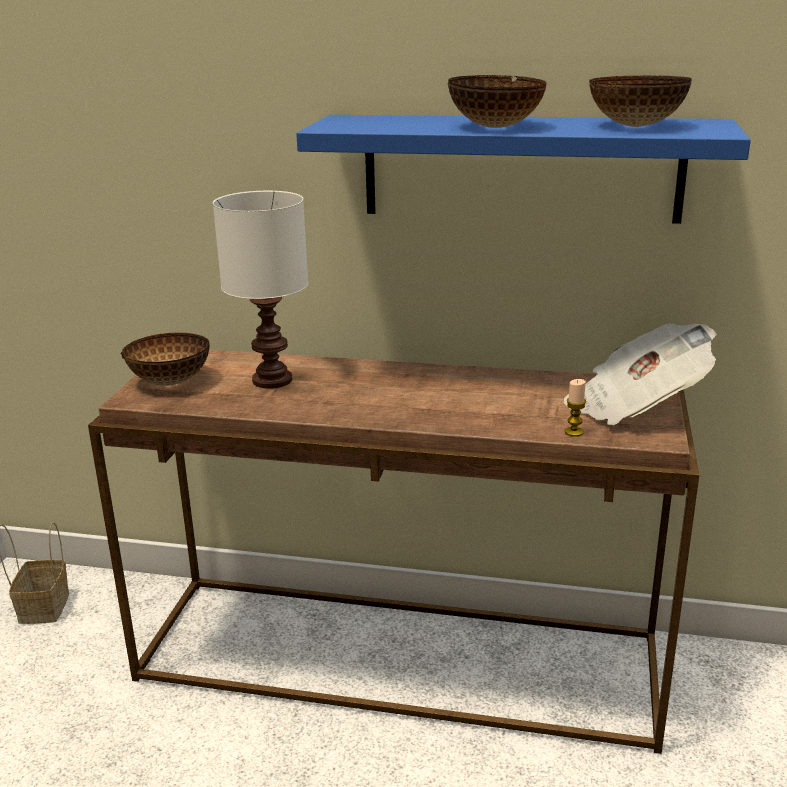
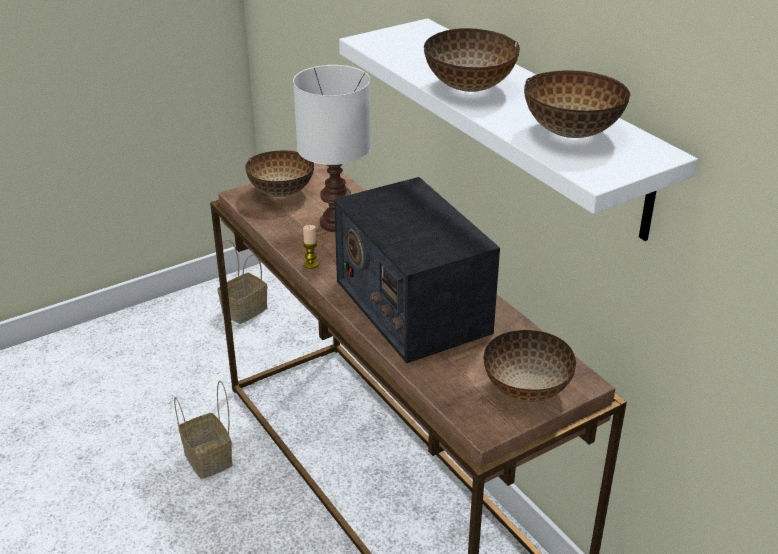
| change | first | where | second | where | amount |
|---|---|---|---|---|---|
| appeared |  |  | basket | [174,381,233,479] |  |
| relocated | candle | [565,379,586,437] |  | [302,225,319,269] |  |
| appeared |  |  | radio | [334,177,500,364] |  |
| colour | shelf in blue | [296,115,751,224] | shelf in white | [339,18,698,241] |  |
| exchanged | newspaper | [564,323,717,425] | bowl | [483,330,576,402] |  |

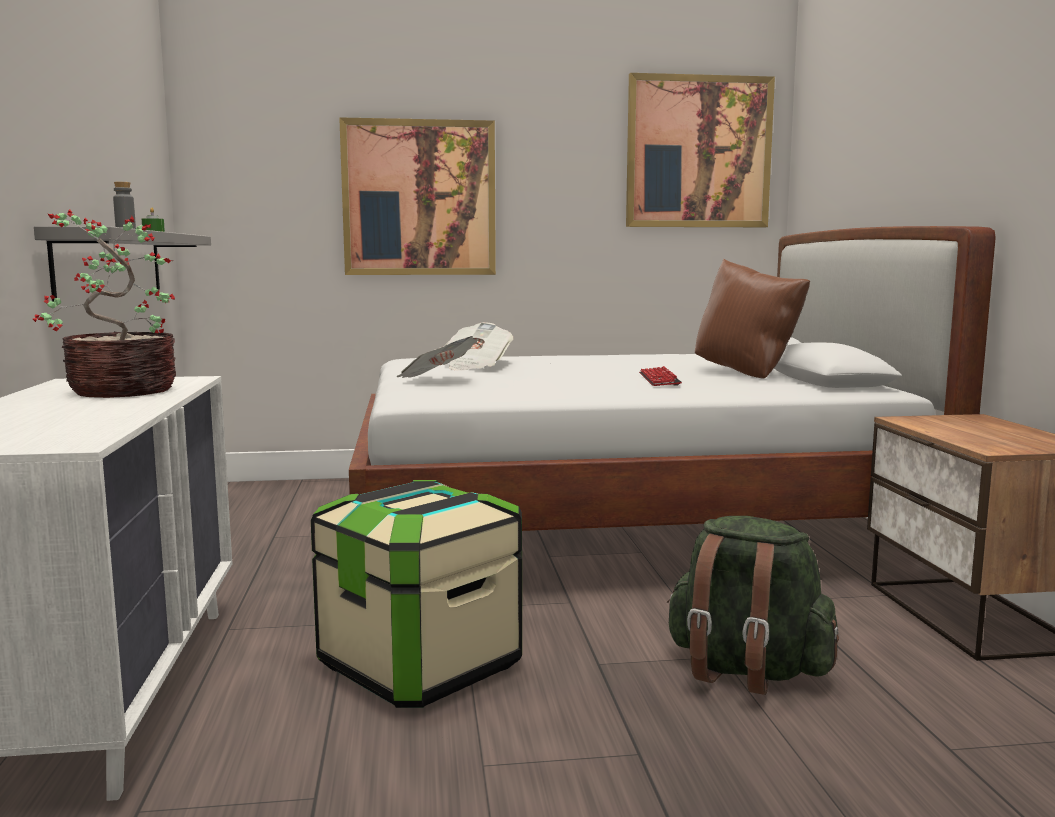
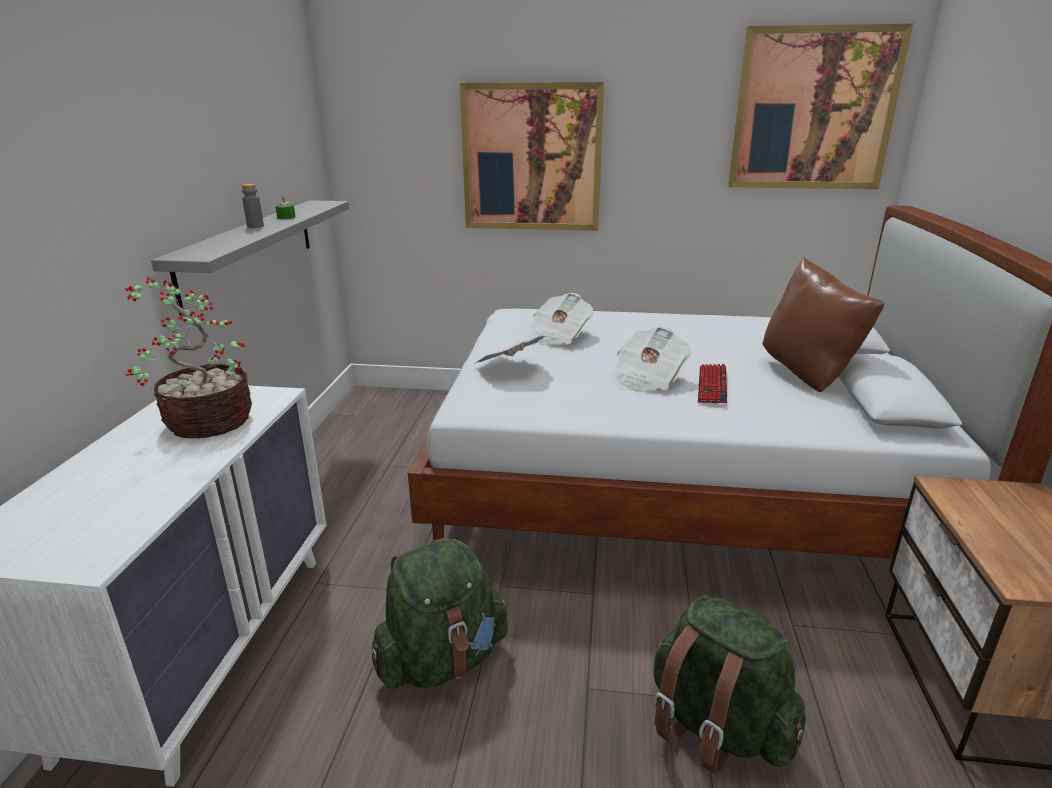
| change | first | where | second | where | amount |
|---|---|---|---|---|---|
| exchanged | storage box | [311,480,522,708] | backpack in green | [372,538,508,689] |  |
| appeared |  |  | newspaper | [616,327,691,391] |  |

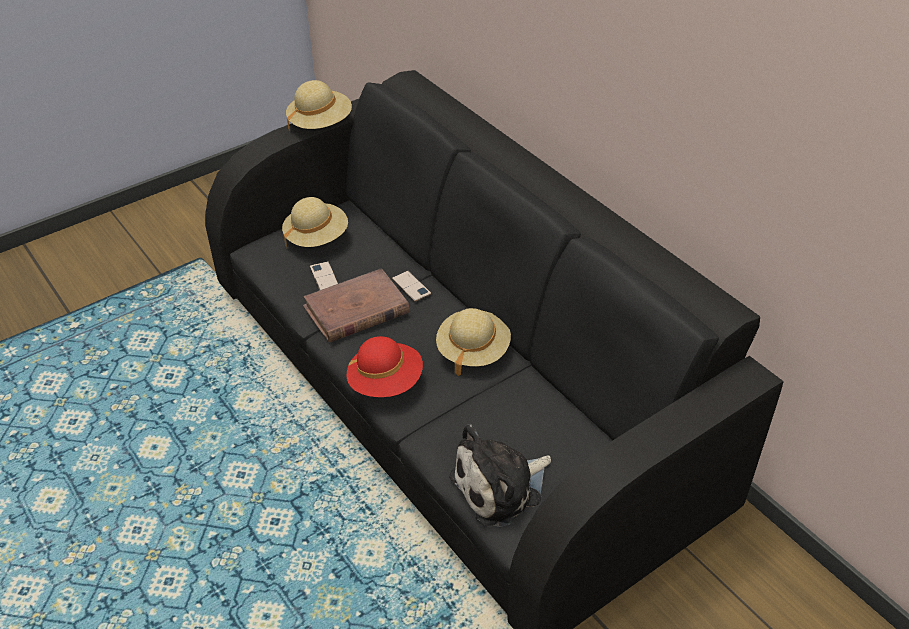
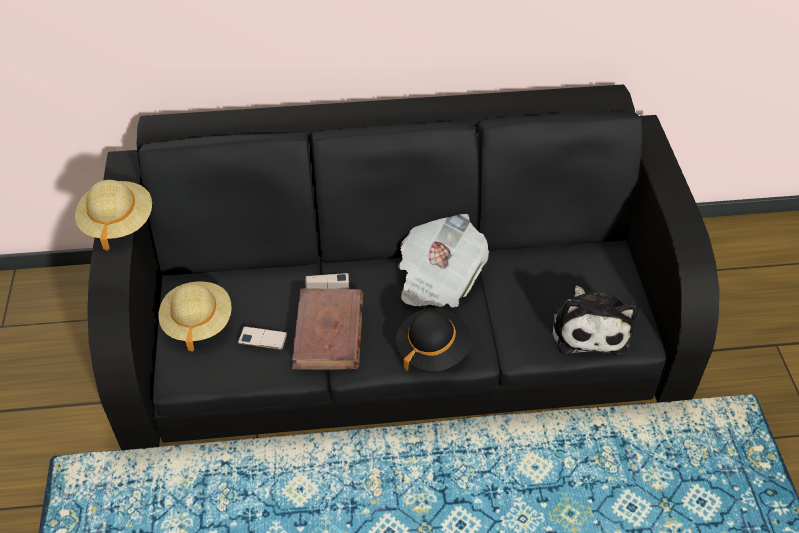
| change | first | where | second | where | amount |
|---|---|---|---|---|---|
| colour | hat in red | [347,336,423,397] | hat in black | [396,308,472,372] |  |
| exchanged | hat in beige | [436,308,511,376] | newspaper | [398,214,489,308] |  |

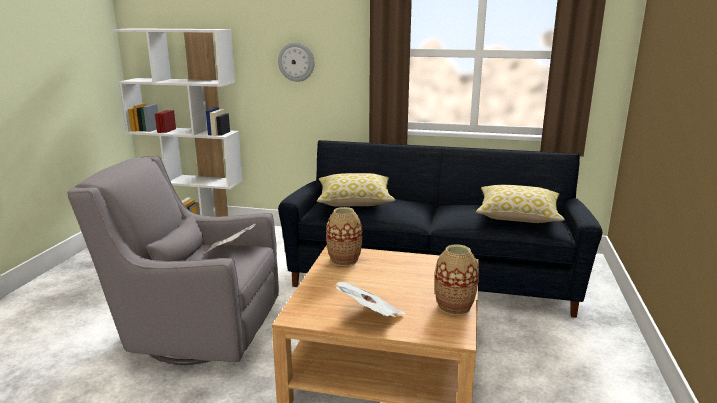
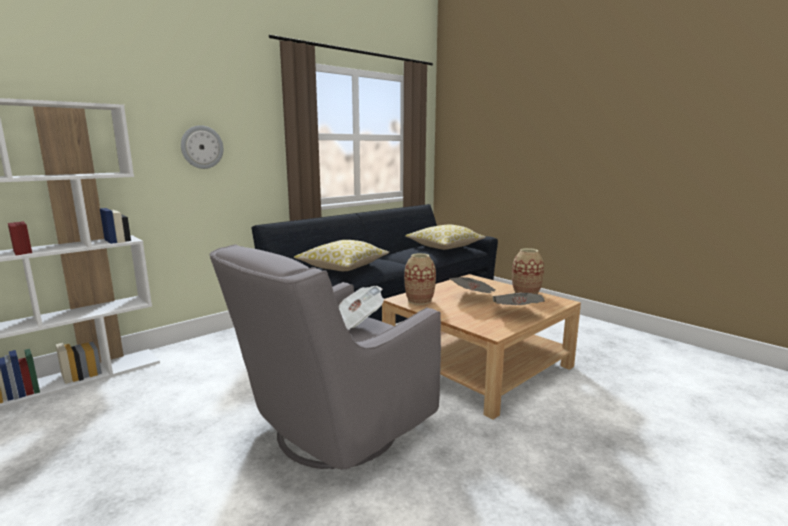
| change | first | where | second | where | amount |
|---|---|---|---|---|---|
| appeared |  |  | newspaper | [449,277,496,293] |  |

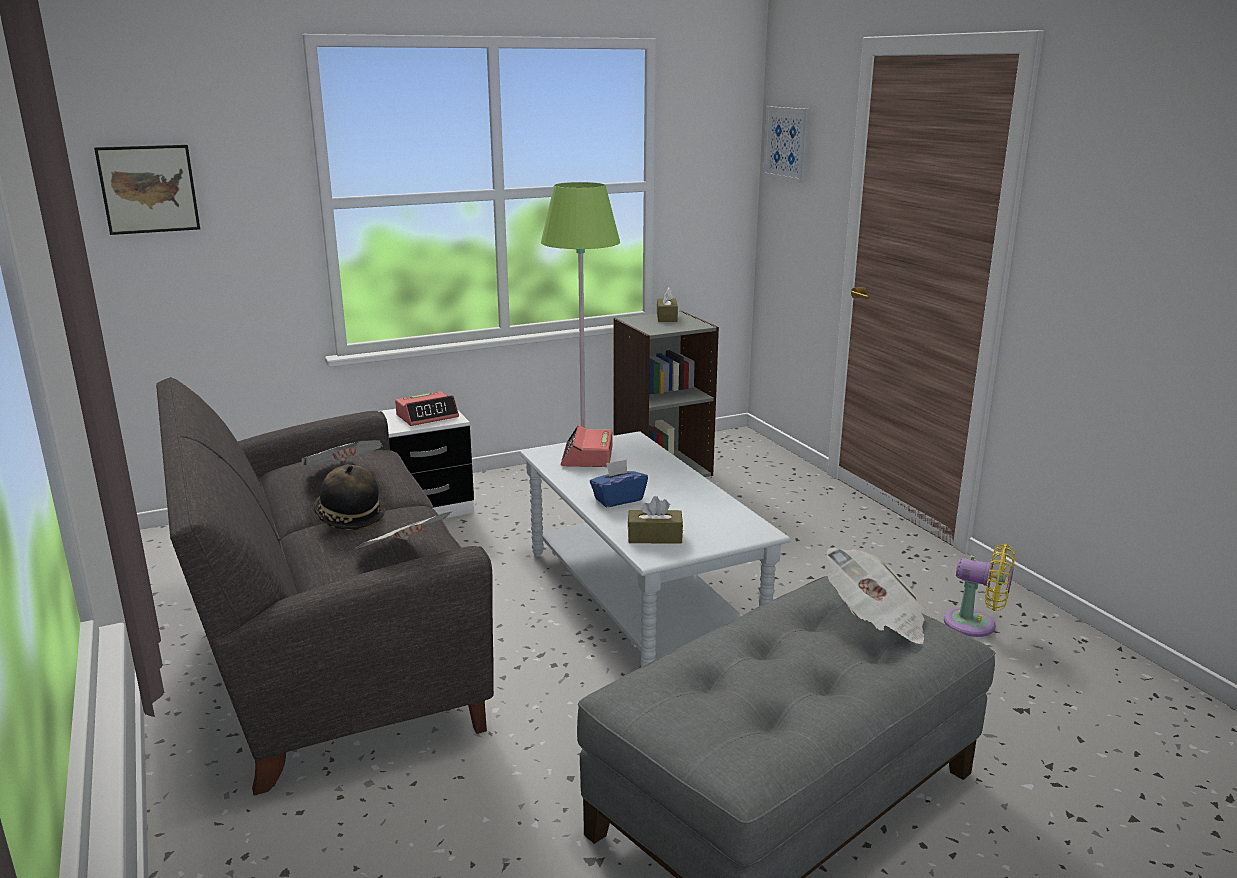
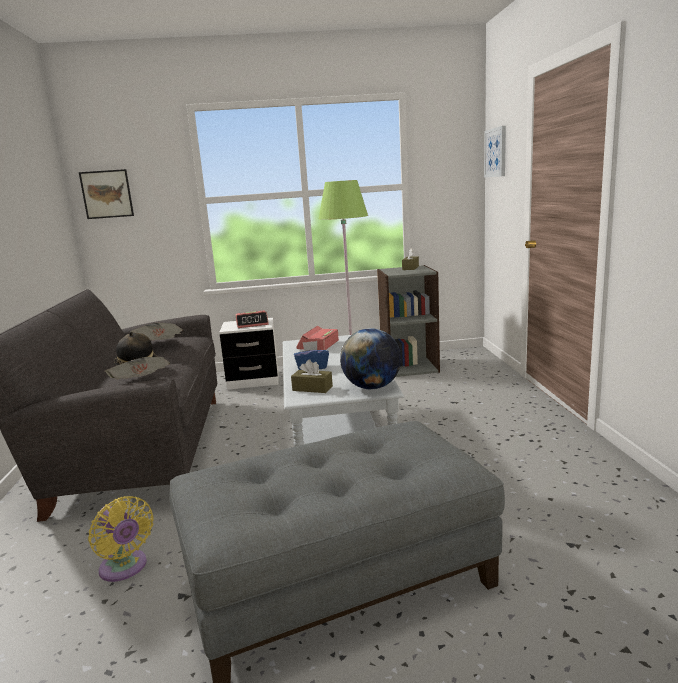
| change | first | where | second | where | amount |
|---|---|---|---|---|---|
| relocated | fan in yellow | [944,544,1015,637] |  | [88,496,153,582] |  |
| appeared |  |  | globe | [340,328,401,389] |  |
| missing | newspaper | [826,547,926,644] |  |  |  |

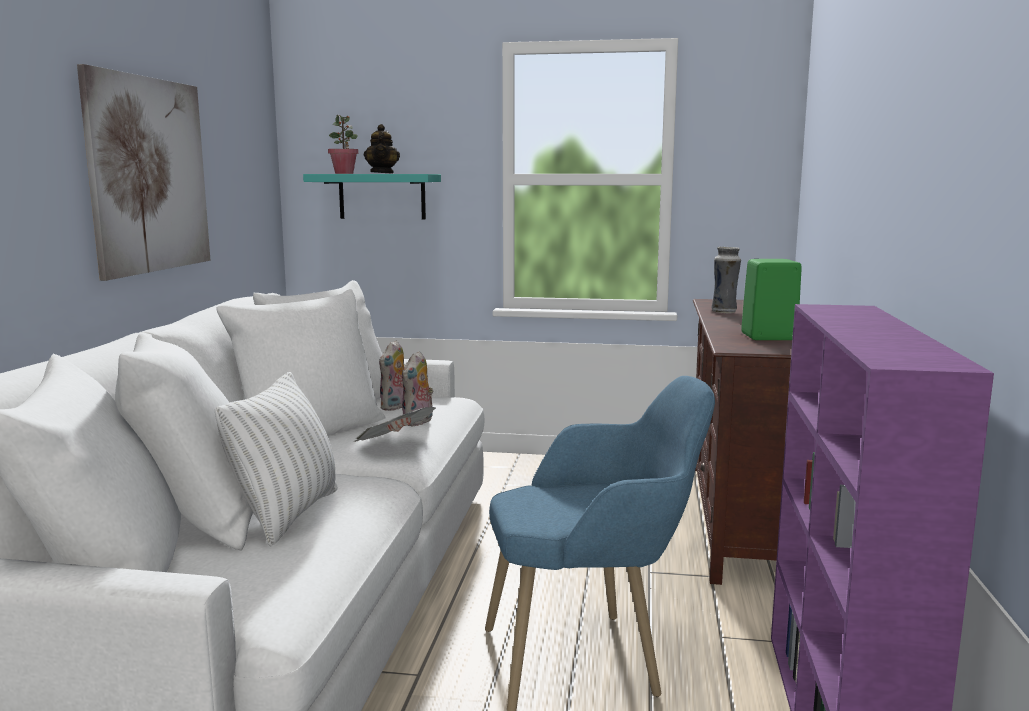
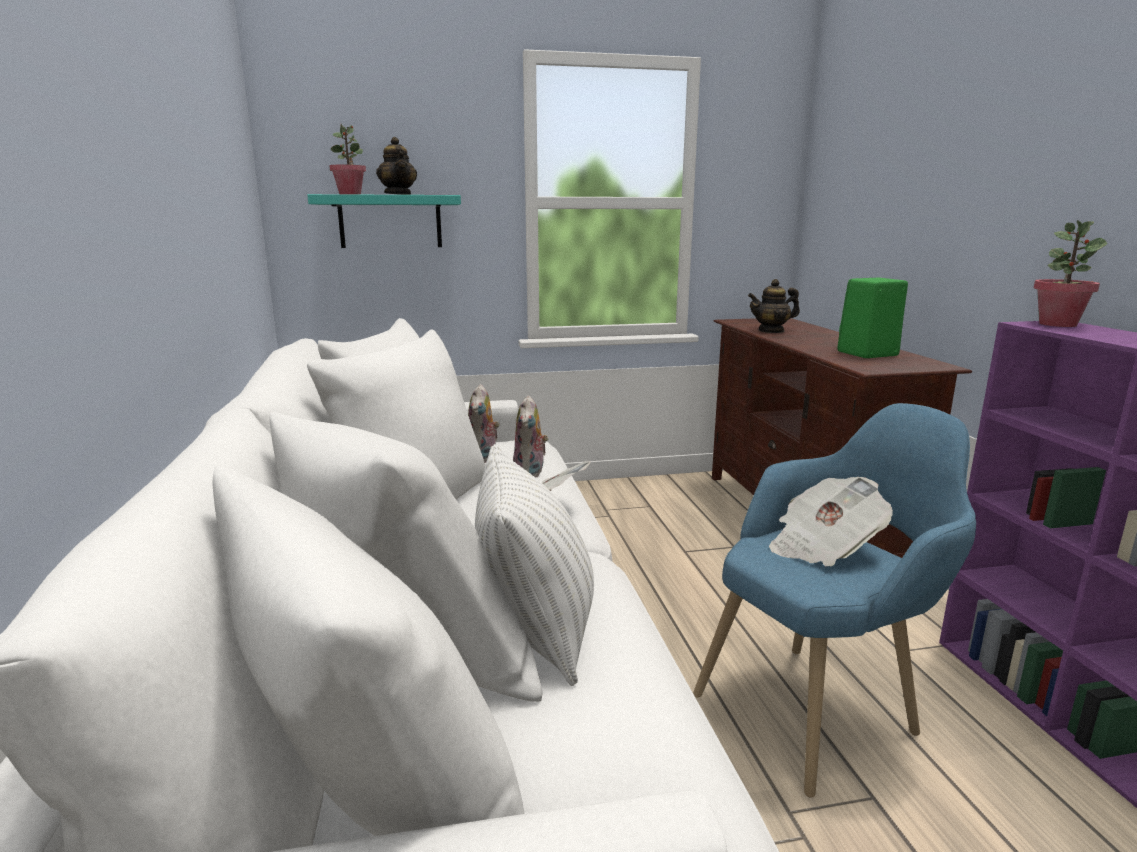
| change | first | where | second | where | amount |
|---|---|---|---|---|---|
| exchanged | vase | [711,247,741,313] | teapot | [748,279,800,333] |  |
| appeared |  |  | newspaper | [769,477,893,566] |  |
| appeared |  |  | potted plant | [1034,220,1107,327] |  |
| missing | picture | [77,64,210,281] |  |  |  |

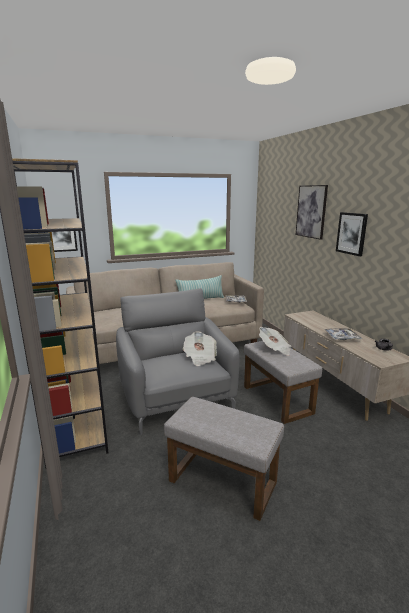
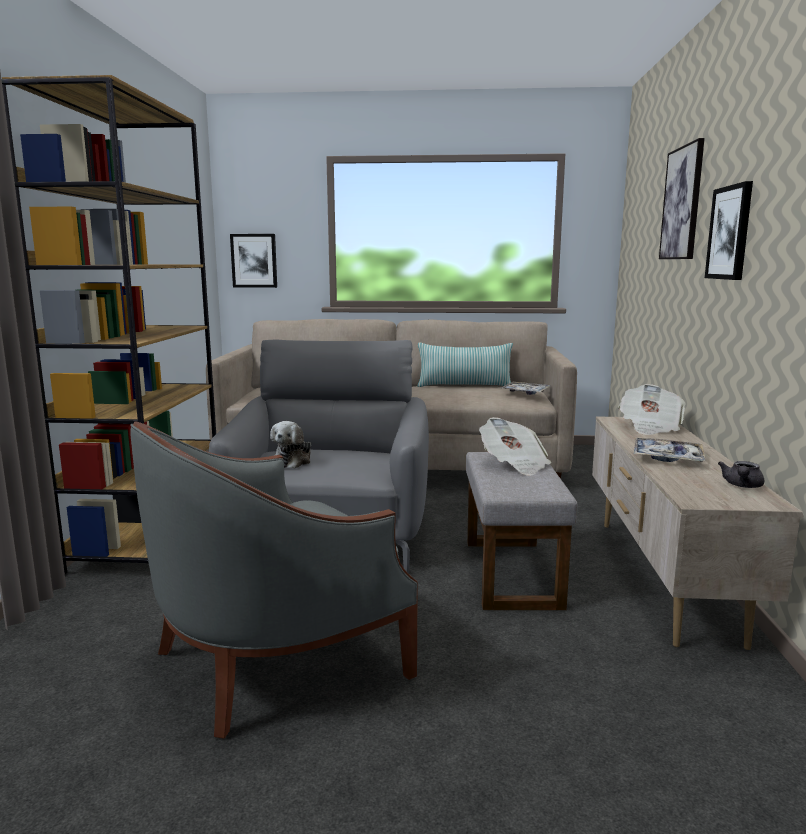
| change | first | where | second | where | amount |
|---|---|---|---|---|---|
| exchanged | ottoman in grey | [164,397,284,521] | armchair in grey | [130,422,418,739] |  |
| appeared |  |  | plush toy | [270,421,311,469] |  |
| relocated | newspaper | [183,331,217,366] |  | [618,384,686,435] |  |

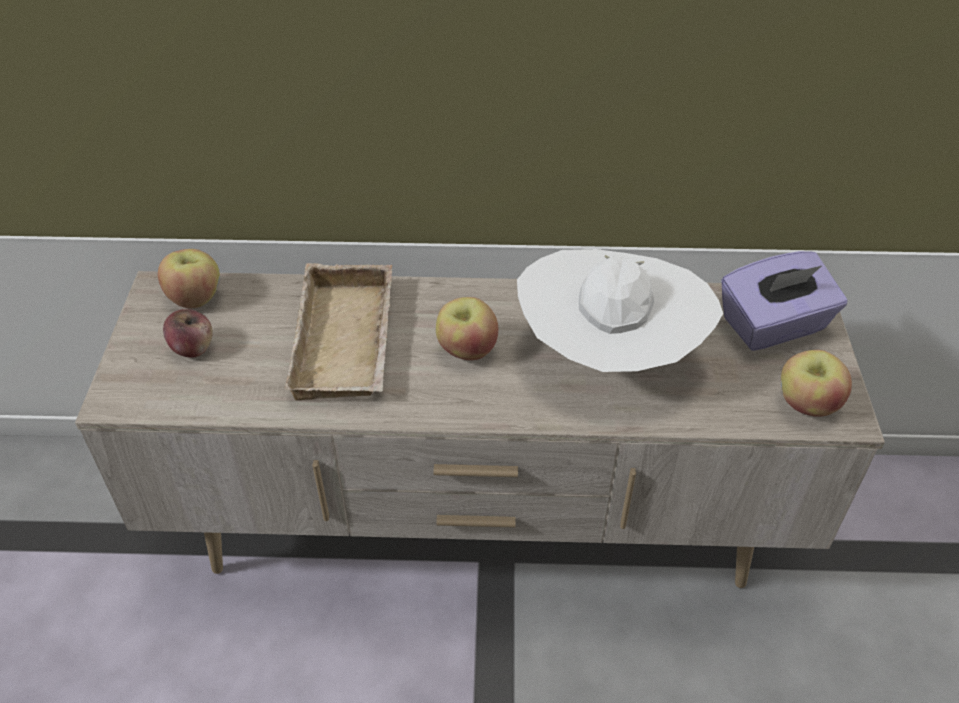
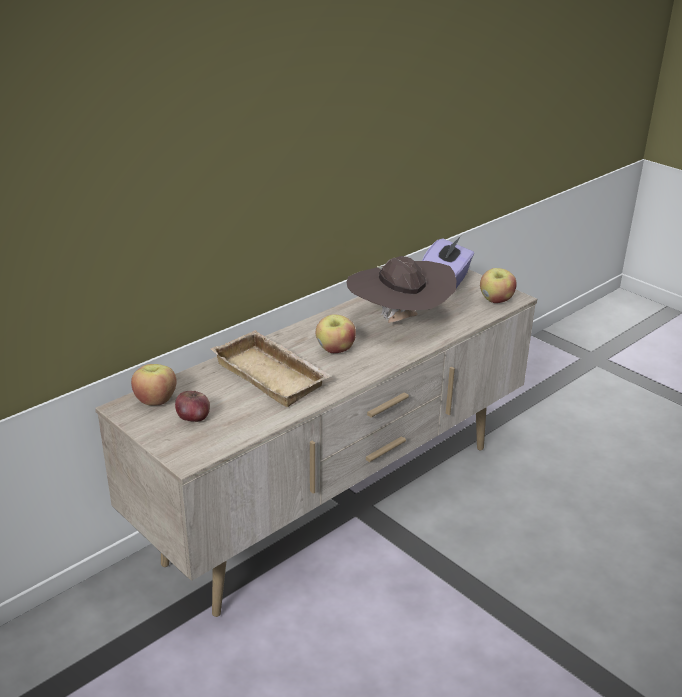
| change | first | where | second | where | amount |
|---|---|---|---|---|---|
| colour | hat in white | [517,249,723,372] | hat in brown | [346,256,457,323] |  |

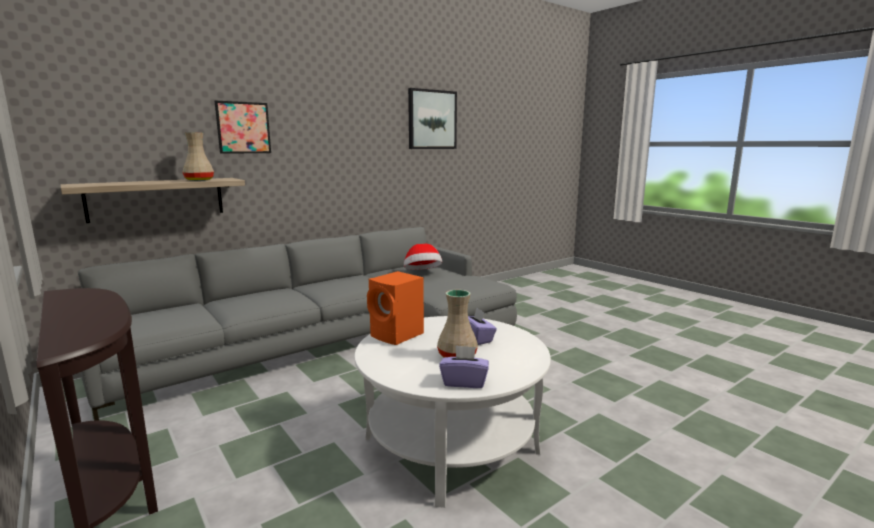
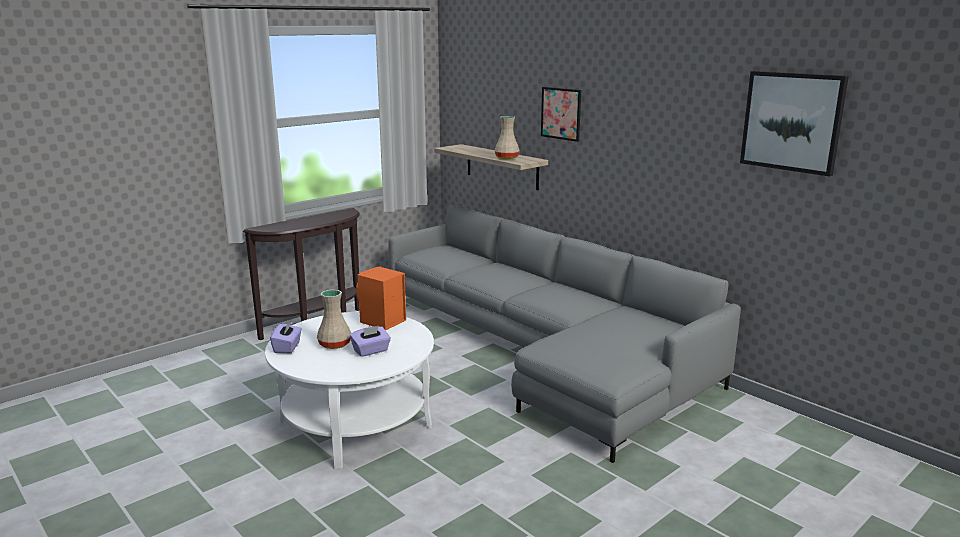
| change | first | where | second | where | amount |
|---|---|---|---|---|---|
| missing | hat | [404,244,442,270] |  |  |  |

